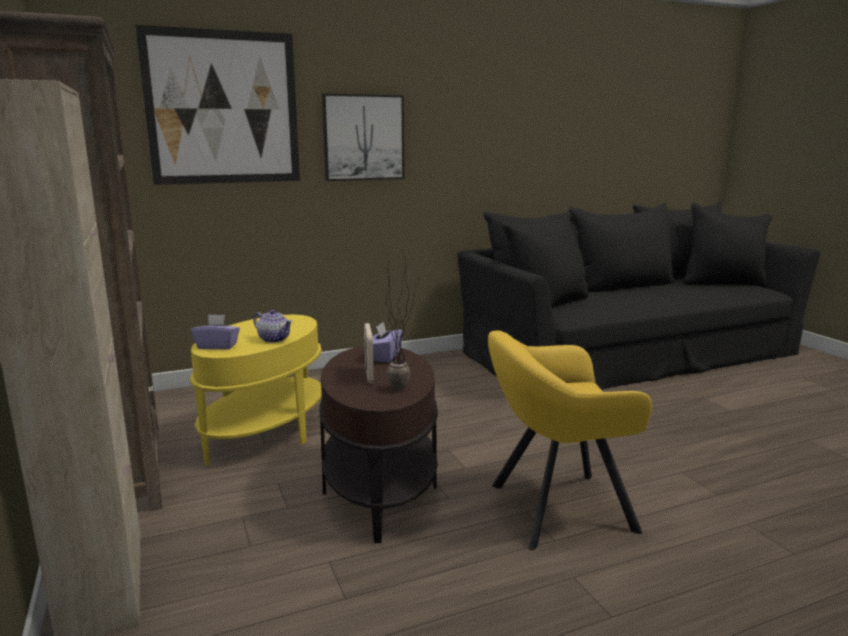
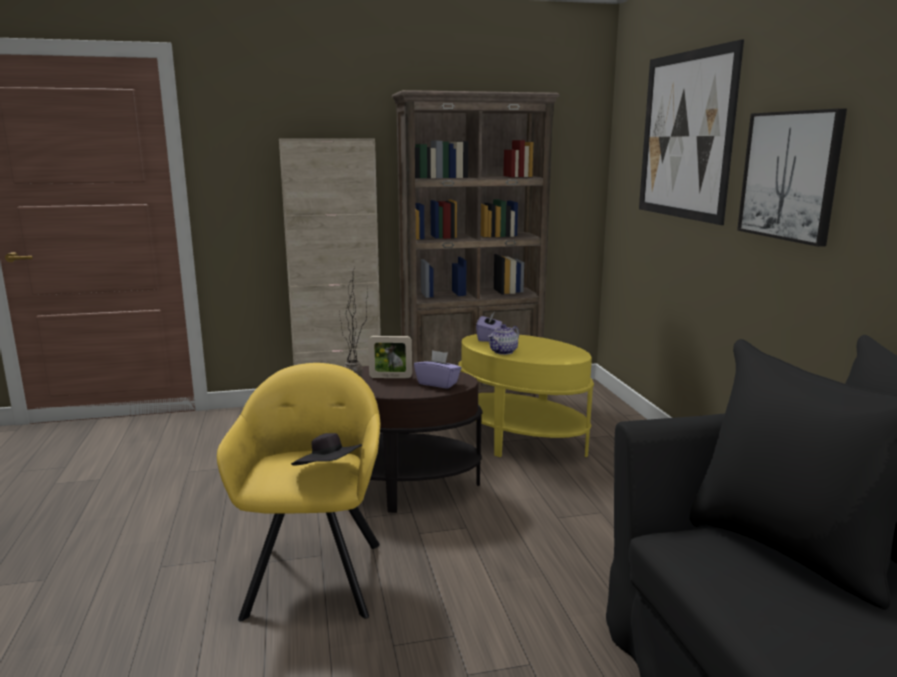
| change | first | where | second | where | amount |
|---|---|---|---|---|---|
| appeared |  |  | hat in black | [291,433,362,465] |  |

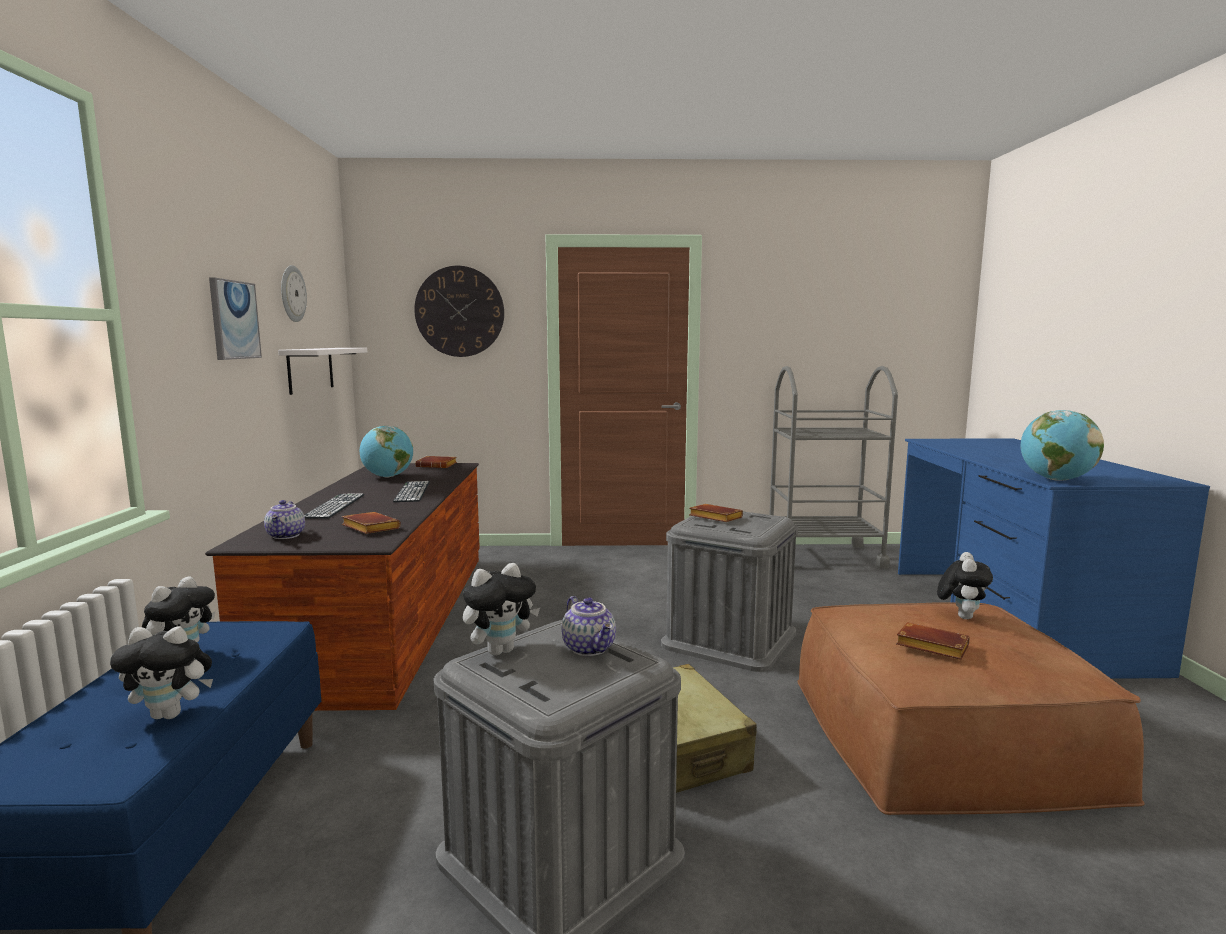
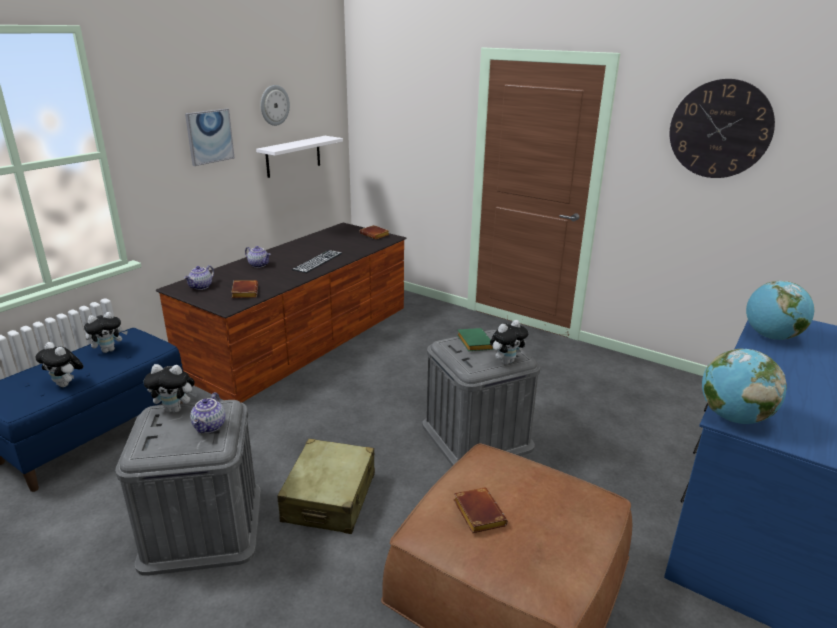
| change | first | where | second | where | amount |
|---|---|---|---|---|---|
| exchanged | keyboard | [304,493,365,518] | teapot | [245,246,270,268] |  |
| colour | book in brown | [689,504,743,522] | book in green | [457,328,493,351] |  |
| relocated | plush toy | [937,552,993,619] |  | [490,320,528,365] |  |
| relocated | wall clock | [414,266,504,357] |  | [670,79,775,178] |  |
| relocated | globe | [360,426,413,478] |  | [746,281,815,340] |  |
| missing | cart in grey | [769,366,898,569] |  |  |  |

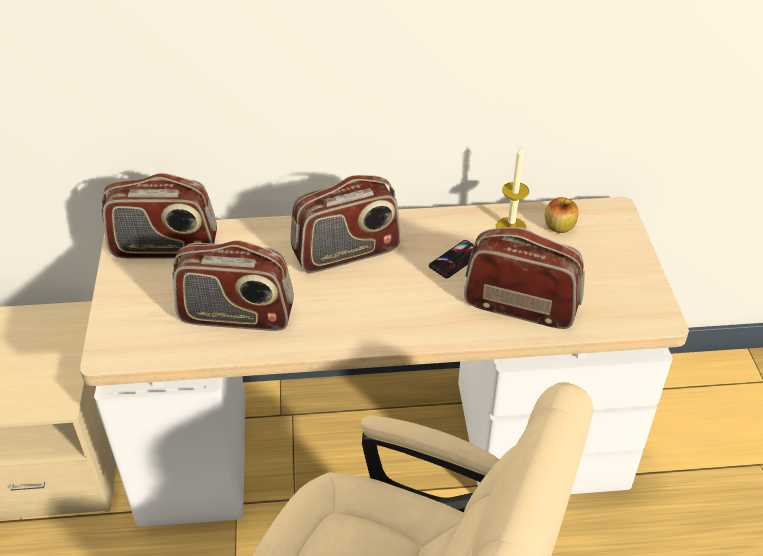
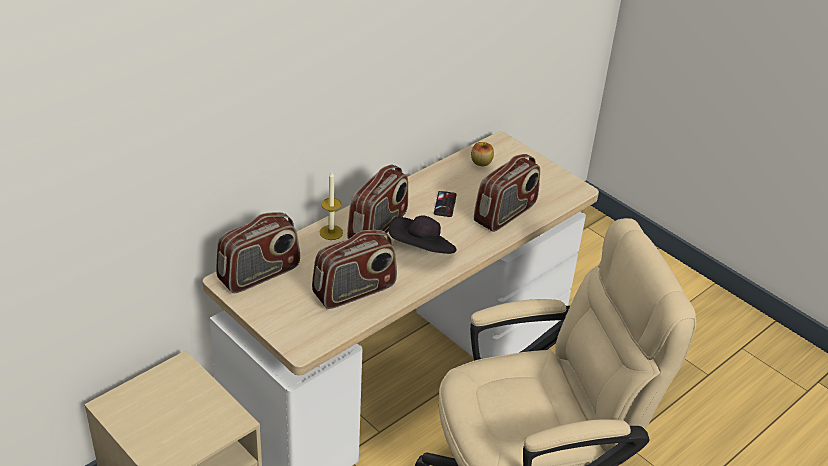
| change | first | where | second | where | amount |
|---|---|---|---|---|---|
| relocated | candle | [496,147,529,229] |  | [320,170,343,240] |  |
| appeared |  |  | hat in black | [389,215,457,254] |  |
| spun | radio | [464,227,585,329] |  | [474,154,540,232] | 150 degrees clockwise |

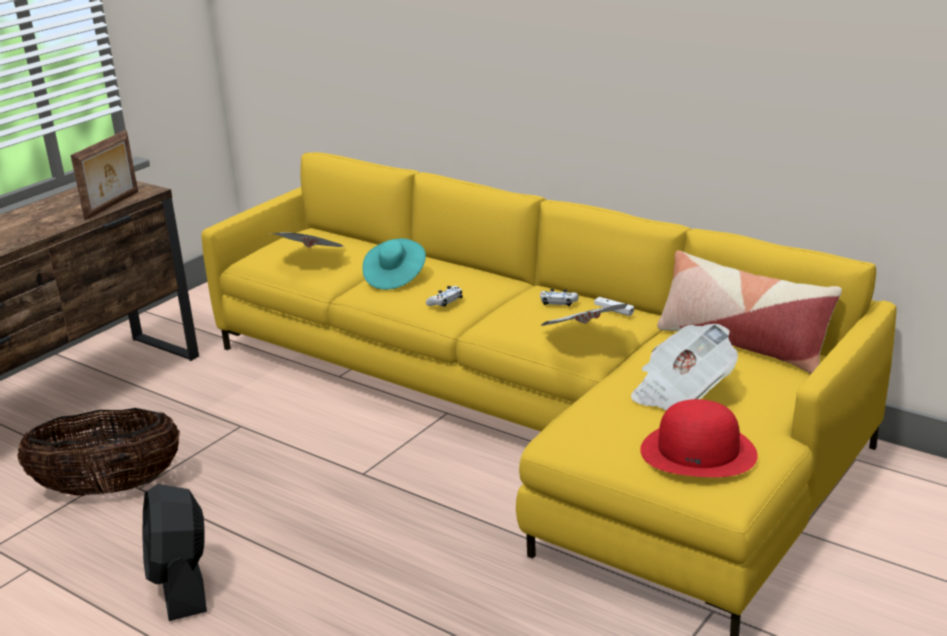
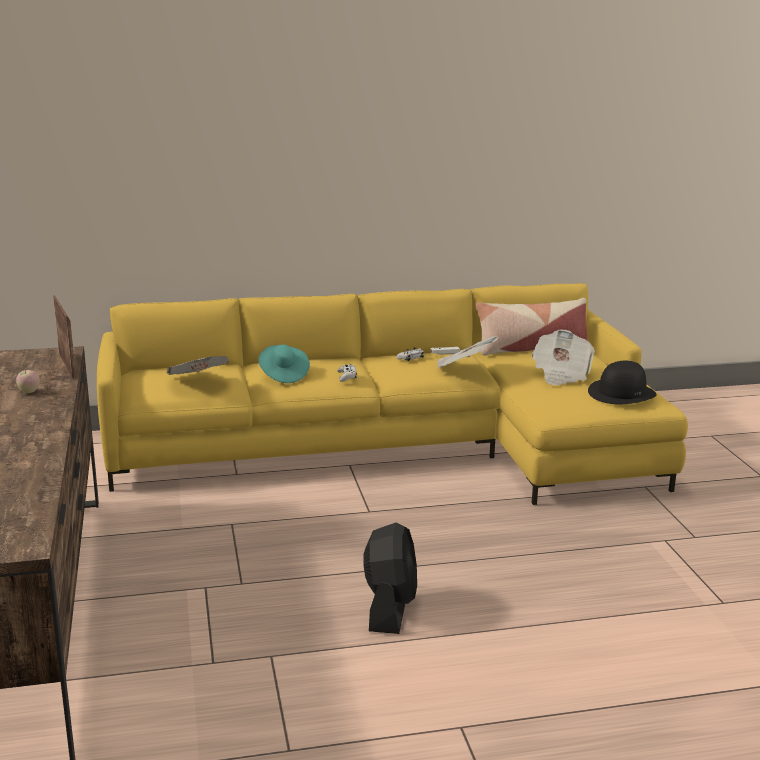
| change | first | where | second | where | amount |
|---|---|---|---|---|---|
| appeared |  |  | apple | [16,370,40,394] |  |
| spun | fan in black | [142,484,207,621] |  | [363,522,417,634] | 105 degrees counterclockwise |
| colour | hat in red | [640,399,758,477] | hat in black | [588,361,657,404] |  |
| missing | basket | [18,408,180,496] |  |  |  |

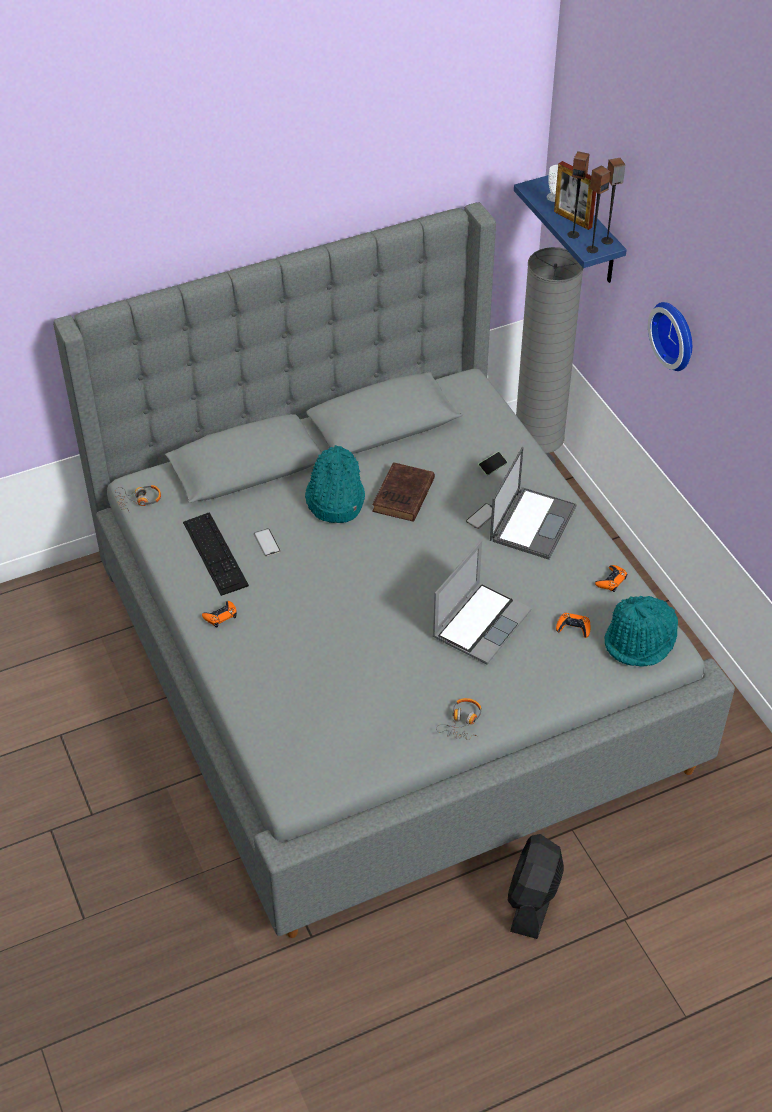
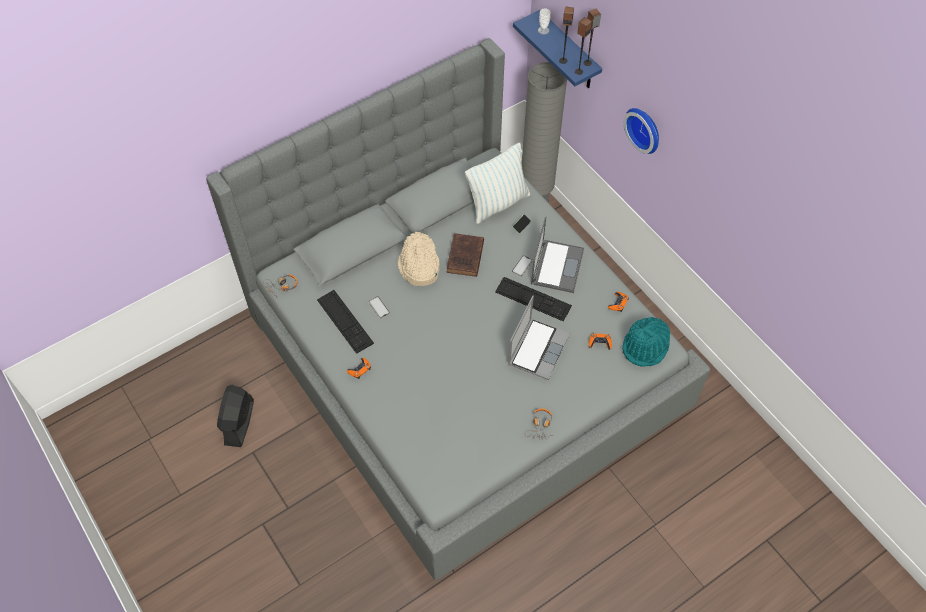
| change | first | where | second | where | amount |
|---|---|---|---|---|---|
| relocated | fan in black | [507,834,564,939] |  | [217,384,254,447] |  |
| colour | hat in turquoise | [305,445,365,523] | hat in beige | [398,232,440,286] |  |
| appeared |  |  | pillow | [465,143,530,224] |  |
| appeared |  |  | keyboard | [495,277,572,322] |  |
| missing | picture frame | [554,161,596,230] |  |  |  |

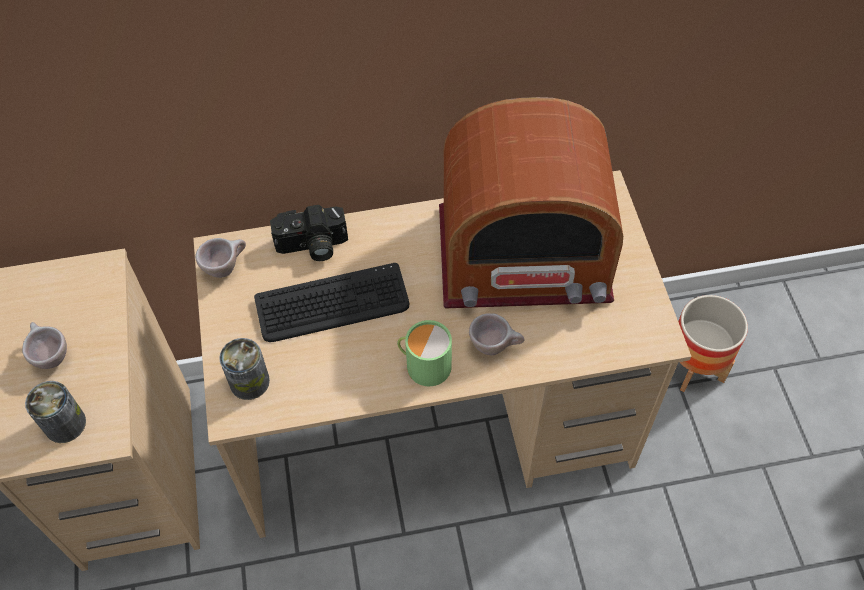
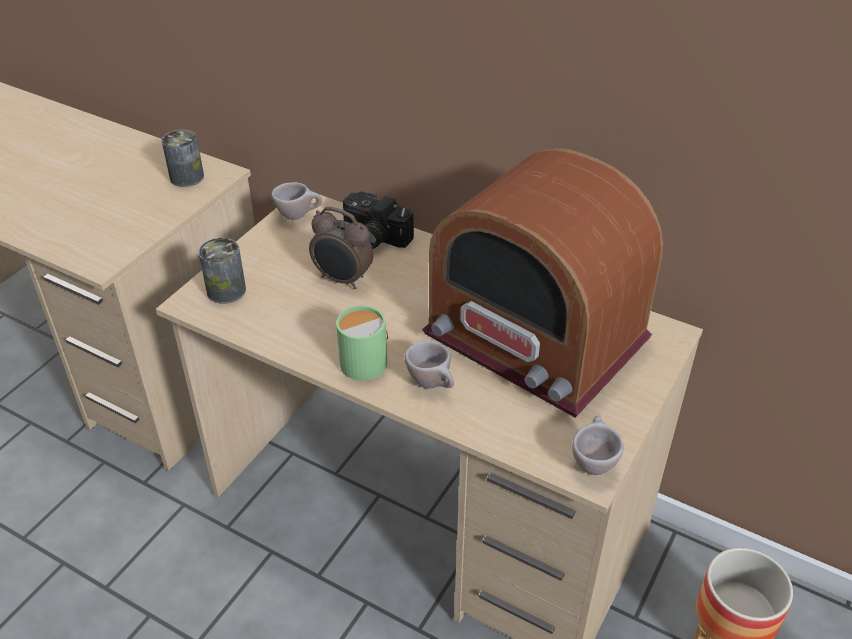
| change | first | where | second | where | amount |
|---|---|---|---|---|---|
| relocated | can | [25,381,86,443] |  | [162,130,204,187] |  |
| exchanged | keyboard | [254,263,409,342] | alarm clock | [309,207,374,289] |  |
| relocated | cup in beige | [22,322,67,369] |  | [572,416,624,475] |  |

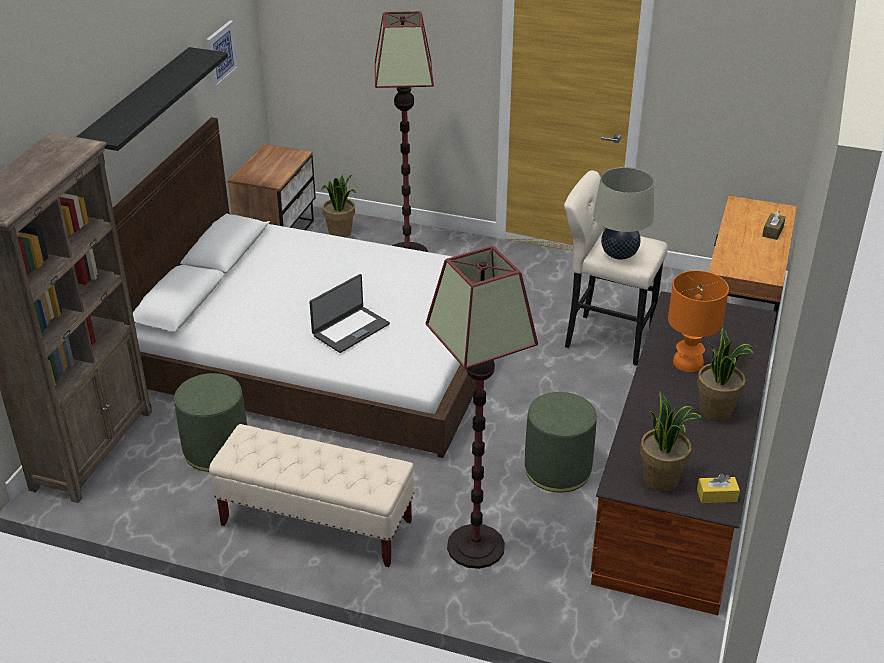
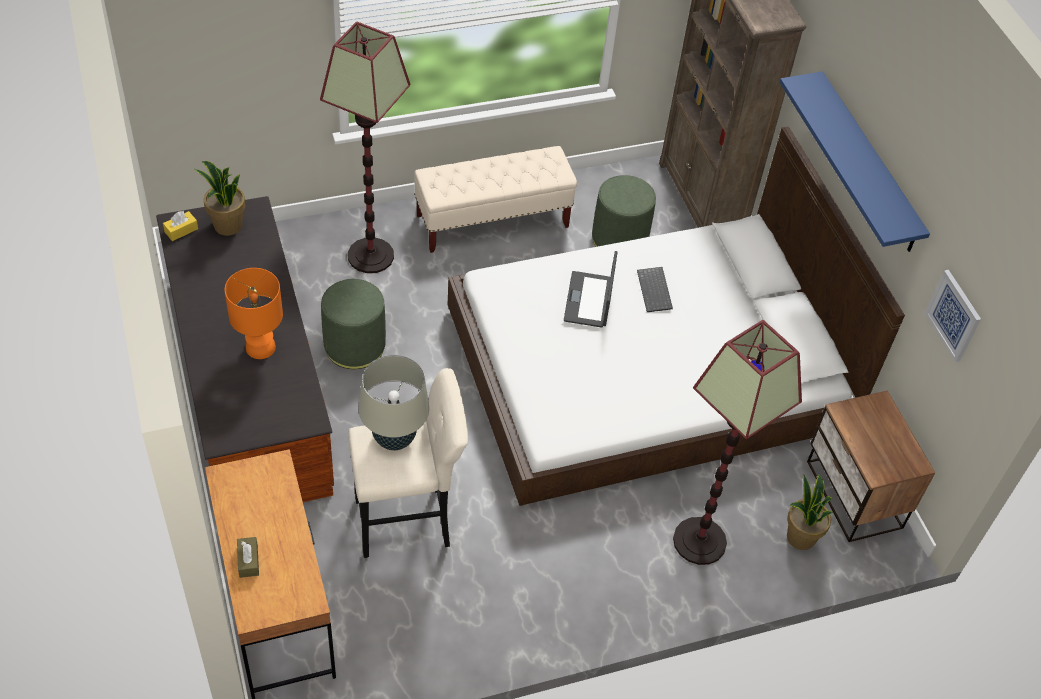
| change | first | where | second | where | amount |
|---|---|---|---|---|---|
| appeared |  |  | keyboard | [637,267,673,312] |  |
| colour | shelf in black | [76,47,228,151] | shelf in blue | [779,71,930,252] |  |
| missing | potted plant | [697,327,753,422] |  |  |  |

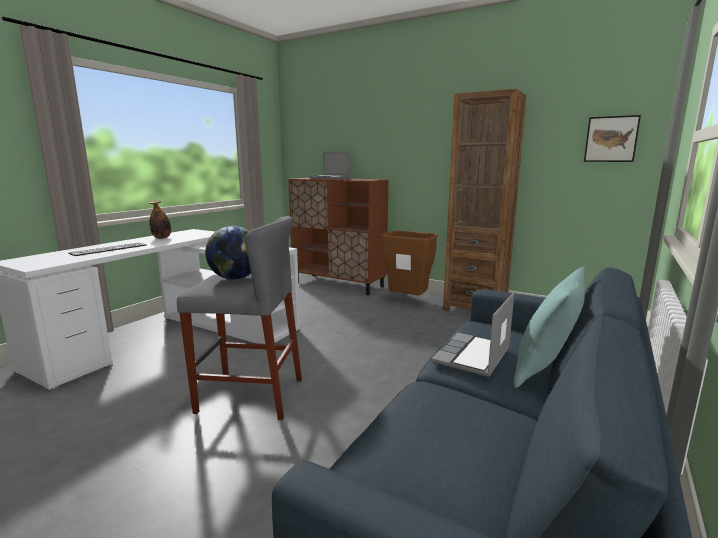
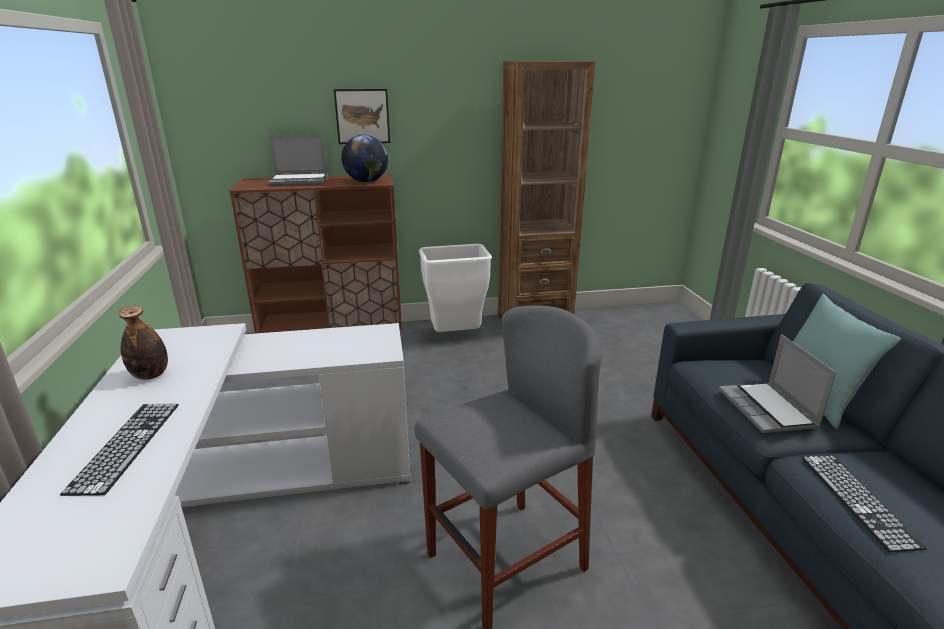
| change | first | where | second | where | amount |
|---|---|---|---|---|---|
| relocated | picture | [584,115,641,162] |  | [334,89,390,144] |  |
| relocated | globe | [205,226,251,279] |  | [341,135,388,182] |  |
| colour | trash can in brown | [382,230,438,296] | trash can in white | [419,244,492,332] |  |
| appeared |  |  | keyboard | [801,455,927,552] |  |

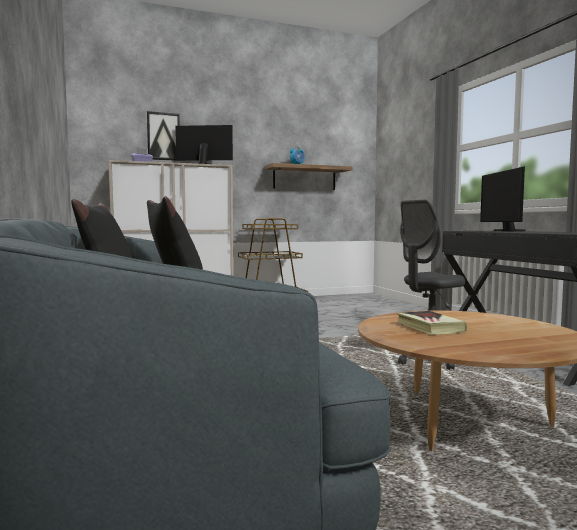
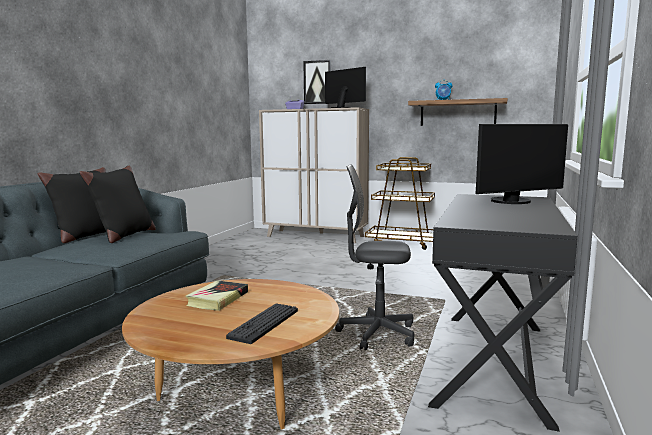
| change | first | where | second | where | amount |
|---|---|---|---|---|---|
| appeared |  |  | keyboard | [226,303,298,344] |  |
| spun | monitor | [480,166,526,231] |  | [476,124,568,204] | 150 degrees counterclockwise |

